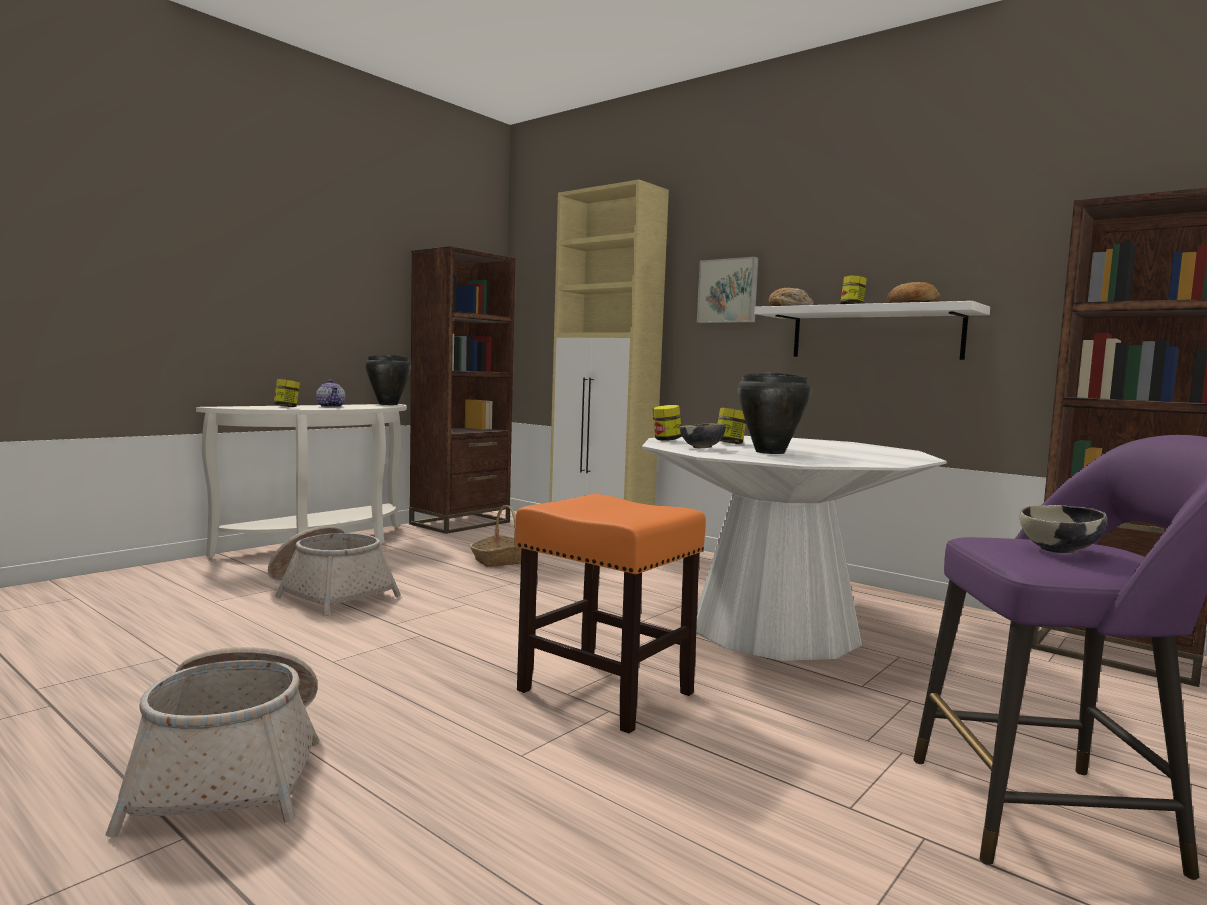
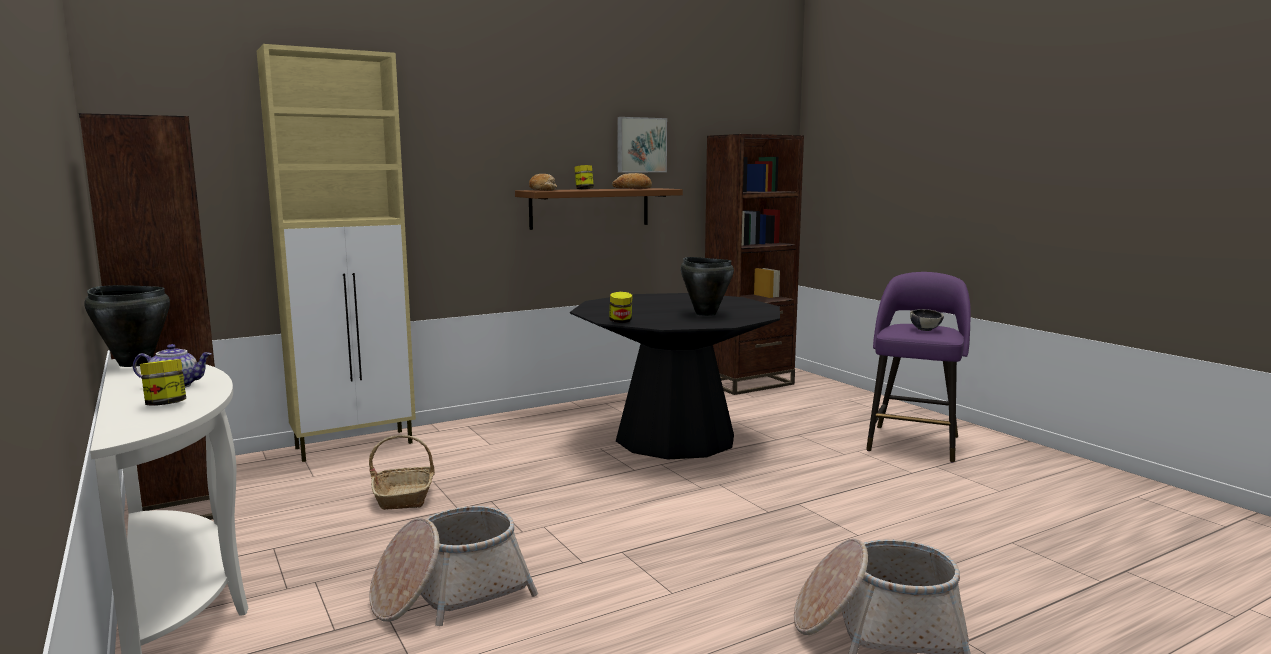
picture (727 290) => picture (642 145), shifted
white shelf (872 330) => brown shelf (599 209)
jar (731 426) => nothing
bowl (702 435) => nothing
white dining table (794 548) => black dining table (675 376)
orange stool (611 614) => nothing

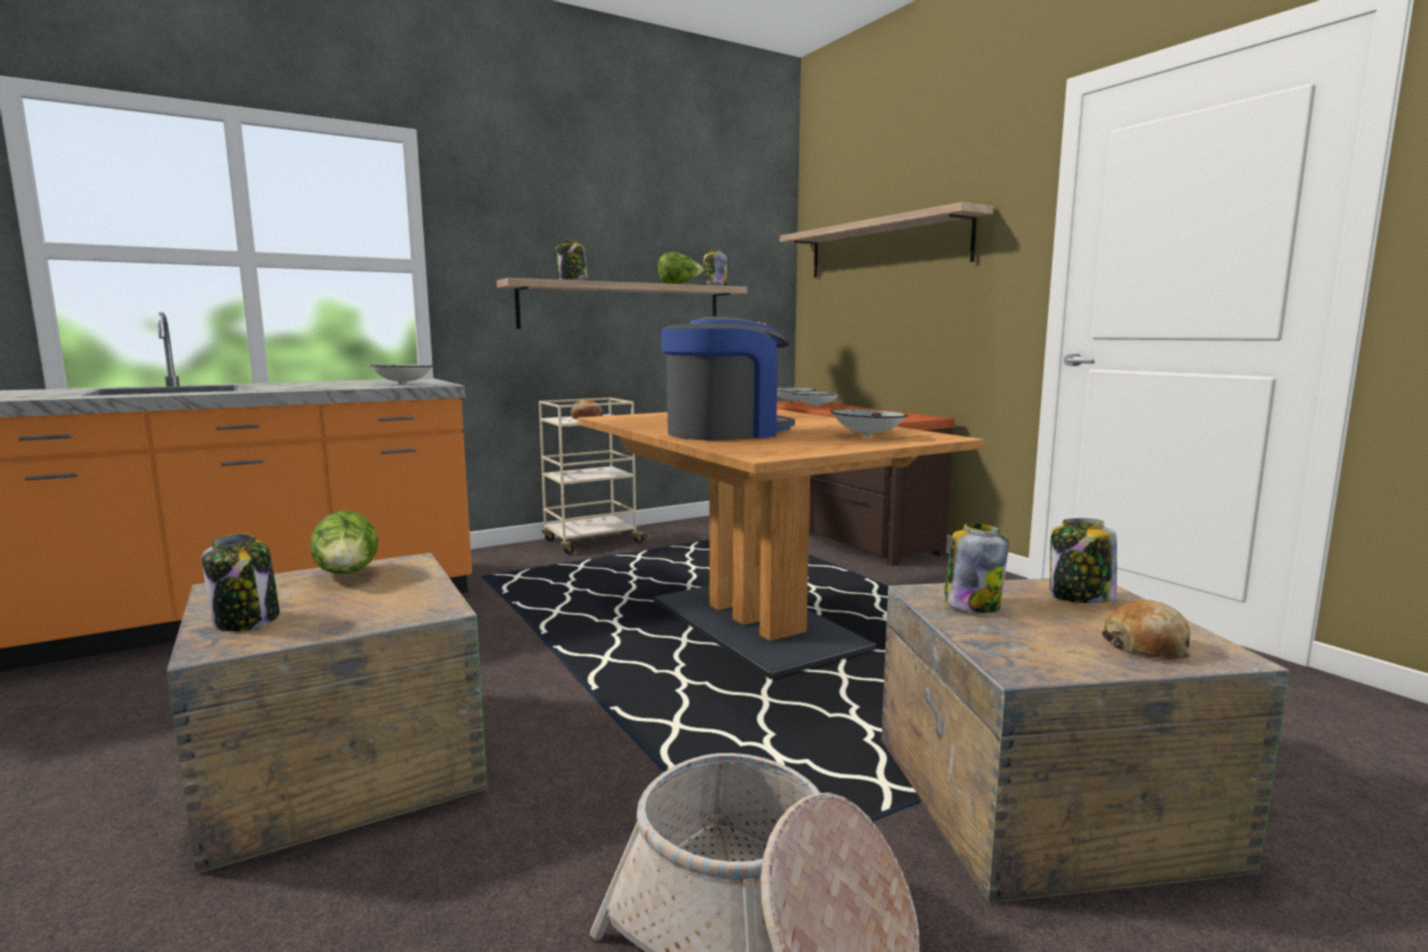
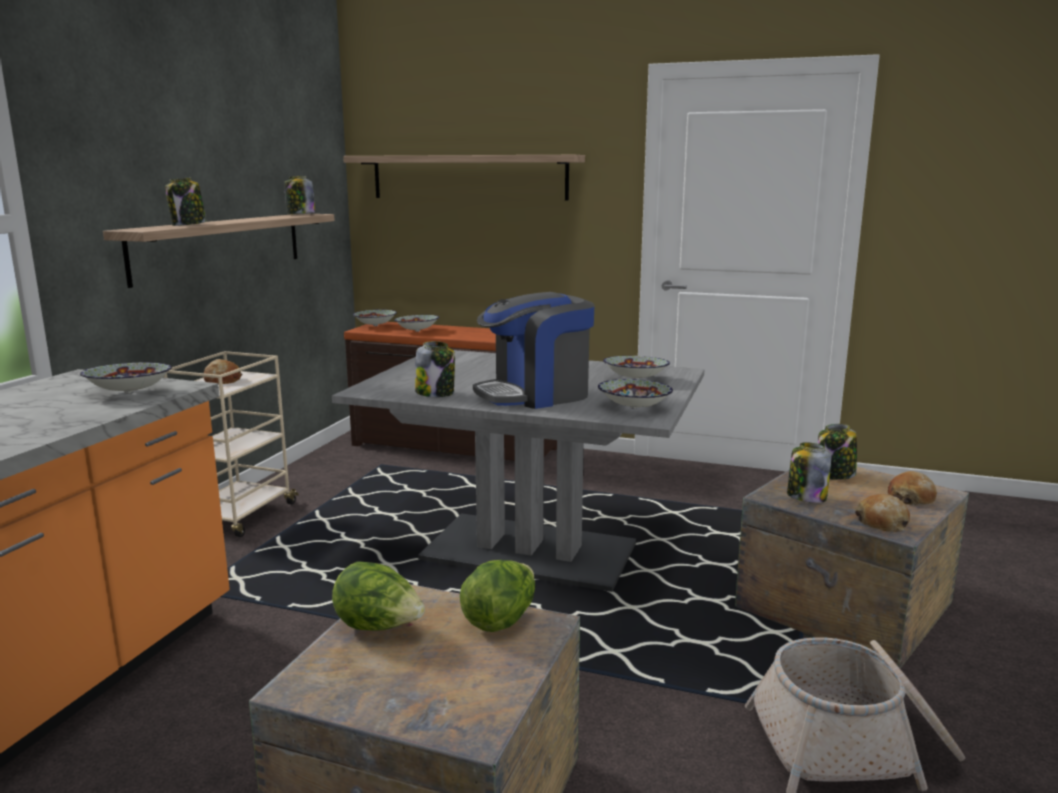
lettuce (680 268) => lettuce (497 596), shifted
coffee machine (728 378) => coffee machine (534 350), 135 degrees counterclockwise
brown dining table (781 544) => grey dining table (518 471)
jar (241 582) => jar (435 369), shifted
nothing => bowl (635 394)
nothing => bread (882 513)

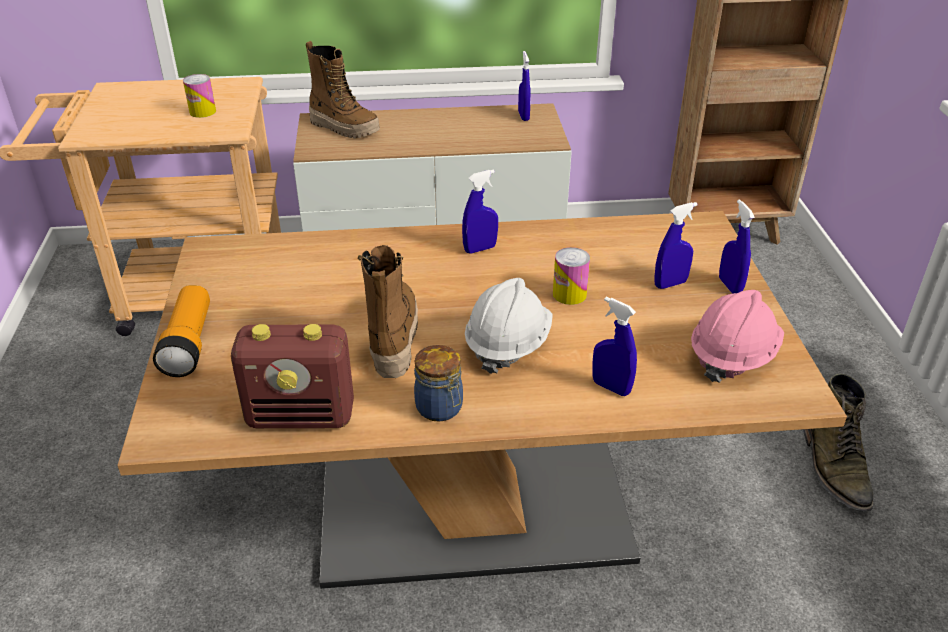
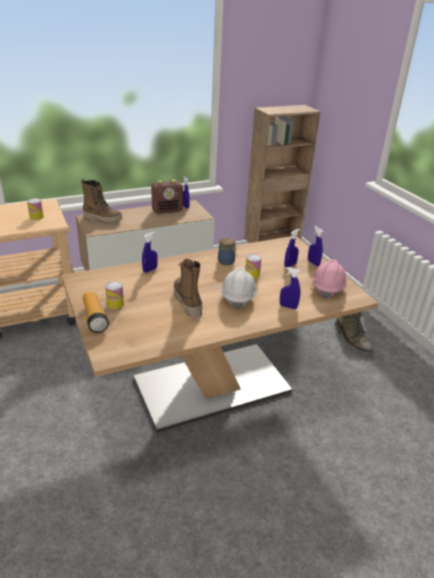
blue spray bottle (480 211) => blue spray bottle (150 252), shifted
radio (292 376) => radio (167 197), shifted
jar (438 383) => jar (227 251), shifted
nothing => can (114 295)

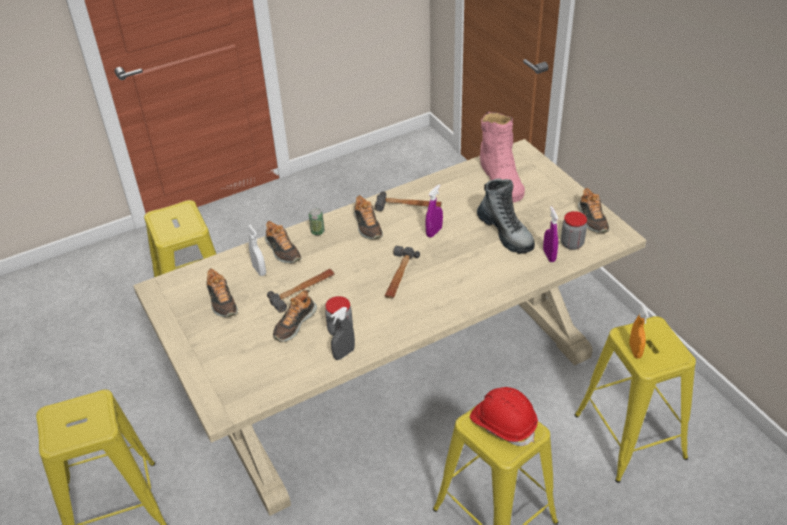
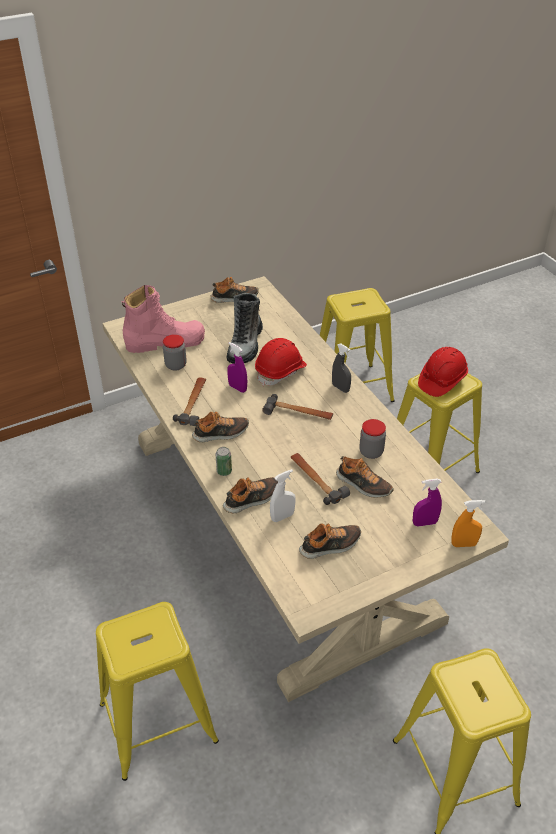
boot (506 216) => boot (245 328), 135 degrees clockwise
purple spray bottle (550 234) => purple spray bottle (427 503), shifted
jar (574 230) => jar (175 352), shifted
orange spray bottle (639 331) => orange spray bottle (468 523), shifted
grey spray bottle (343 333) => grey spray bottle (341 368), shifted
nothing => red hard hat (281 362)

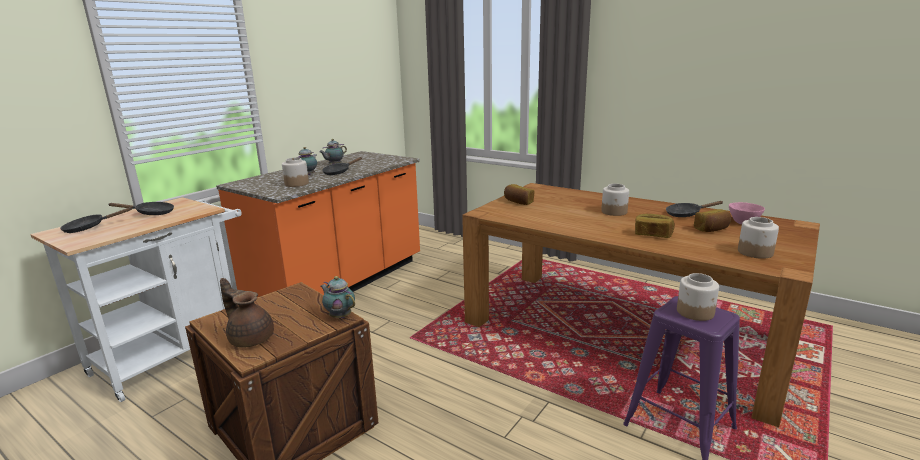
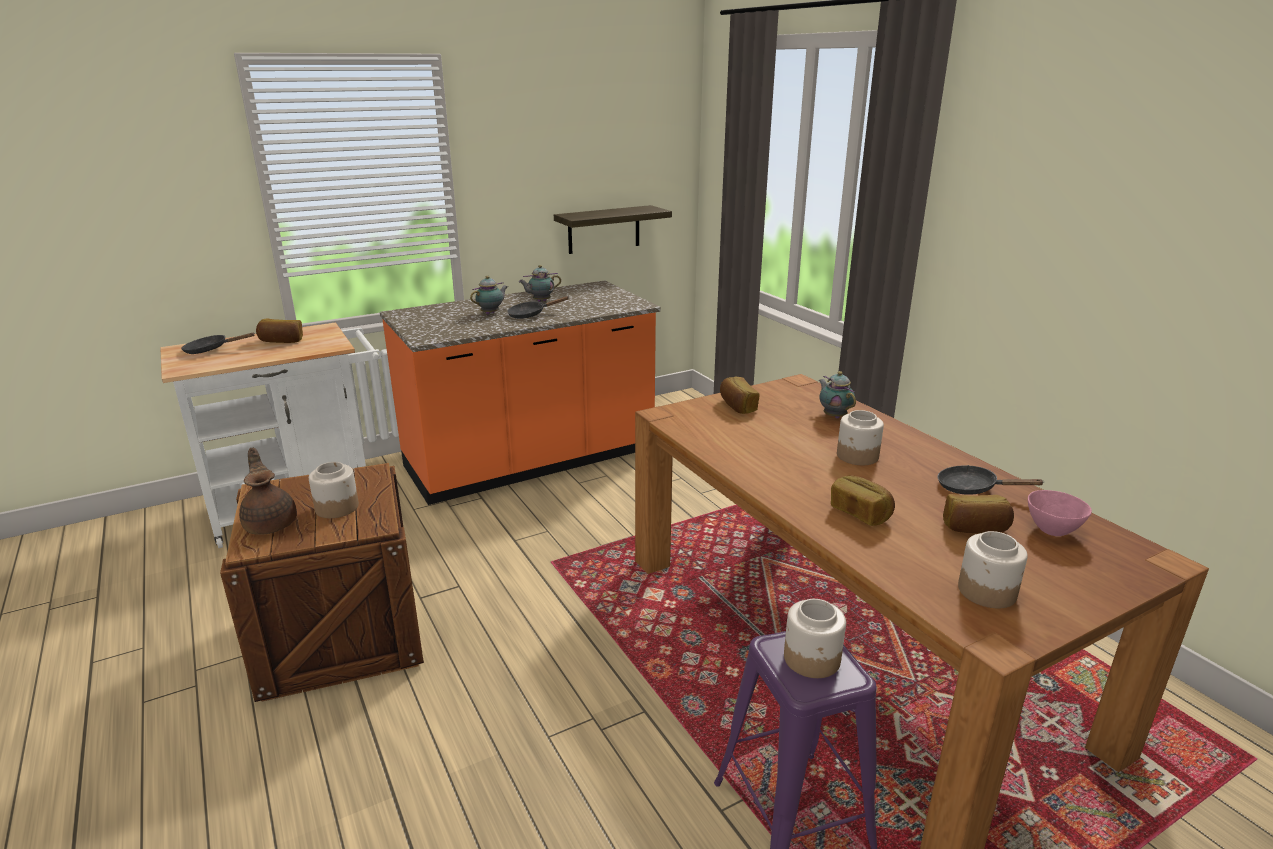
jar (295 172) => jar (334 490), shifted
black frying pan (141 208) => bread (279 331)
teapot (338 297) => teapot (837 394), shifted
nothing => shelf (613 229)

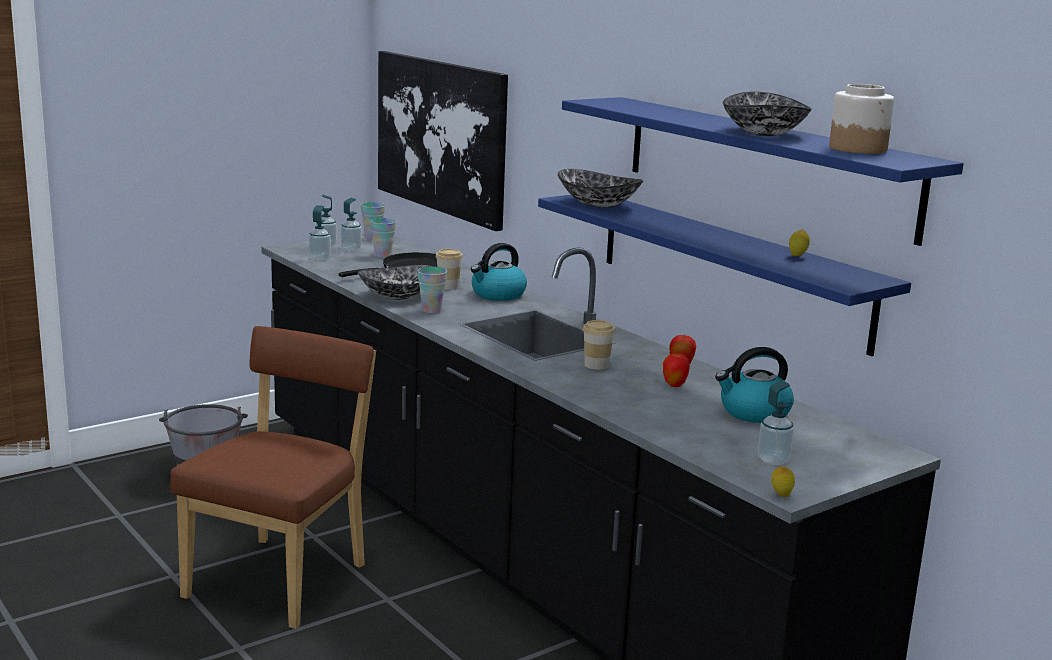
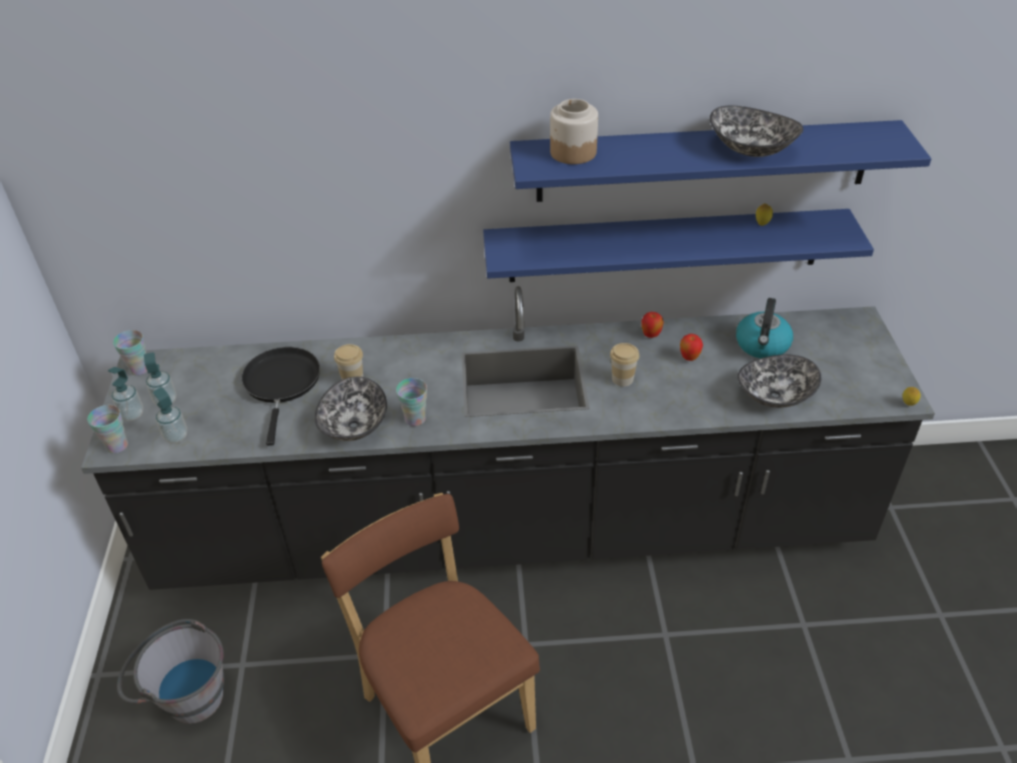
picture (443 141) => nothing
jar (861 119) => jar (574 131), shifted
bowl (600 188) => bowl (779 381), shifted
cup (383 238) => cup (107 429), shifted
kettle (499 272) => nothing
soap dispenser (776 423) => nothing

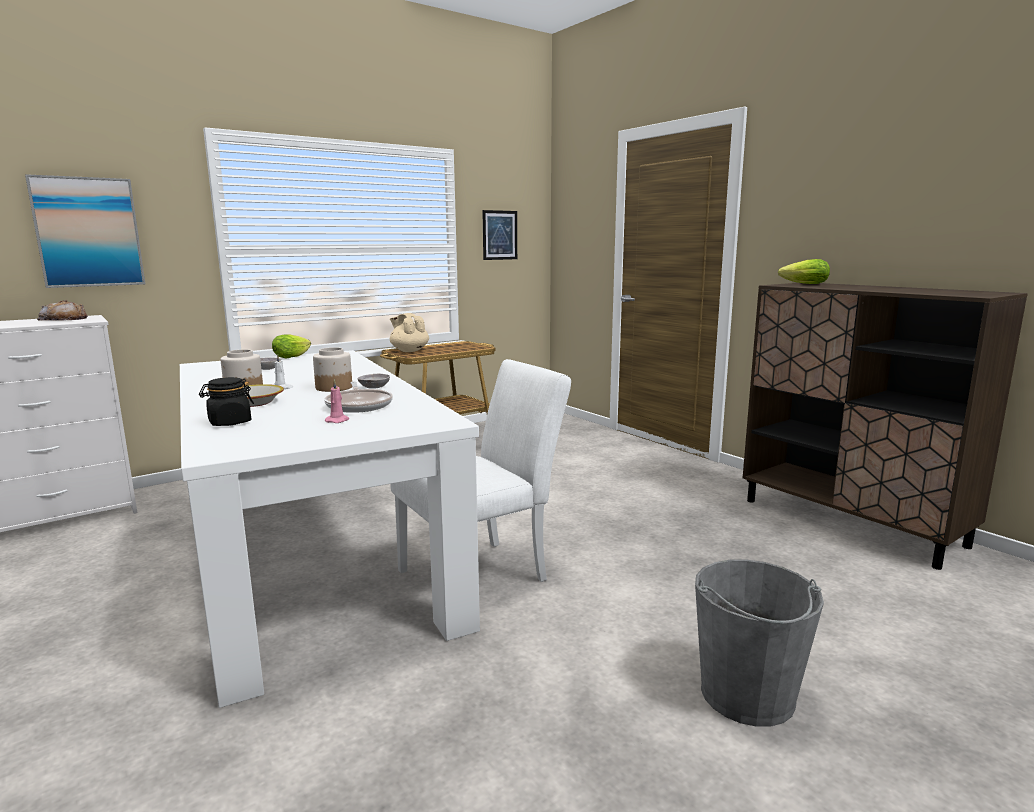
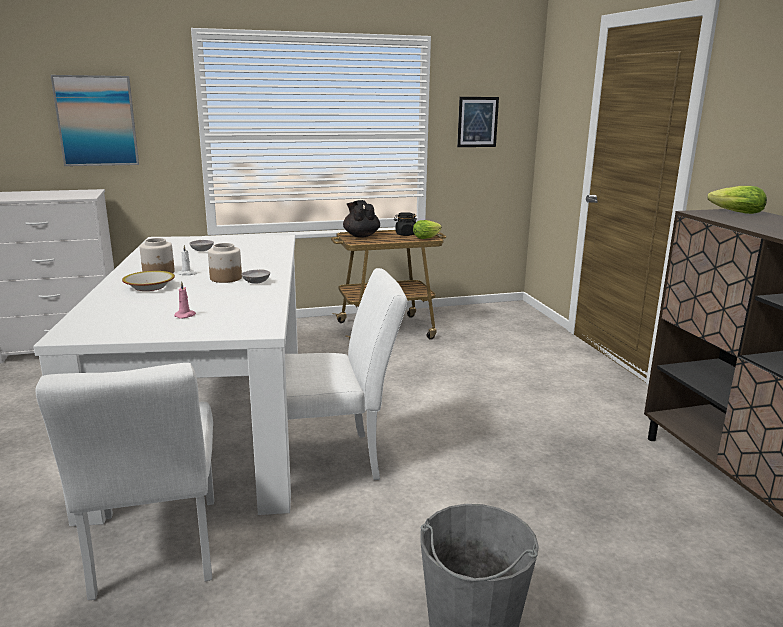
bread (62 310) => nothing
beige teapot (409 332) => black teapot (361 219)
lettuce (291 346) => lettuce (427 229), shifted
black jar (226 401) => black jar (405 224), shifted
frying pan (358 397) => nothing
nothing => white chair (124 481)

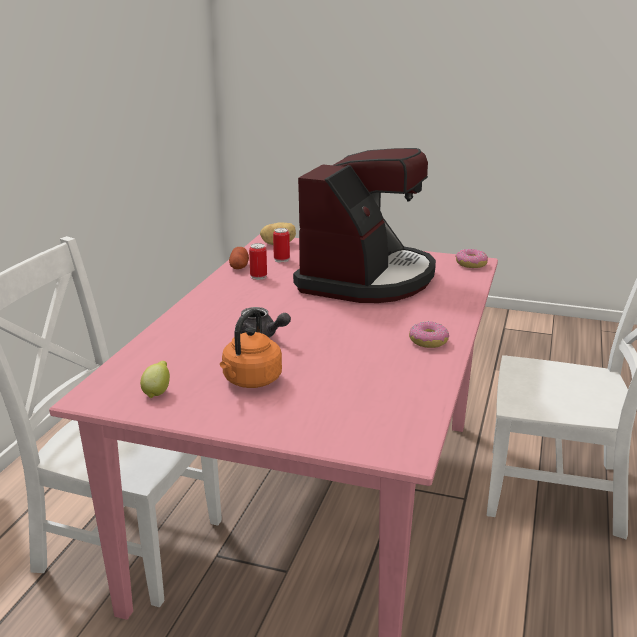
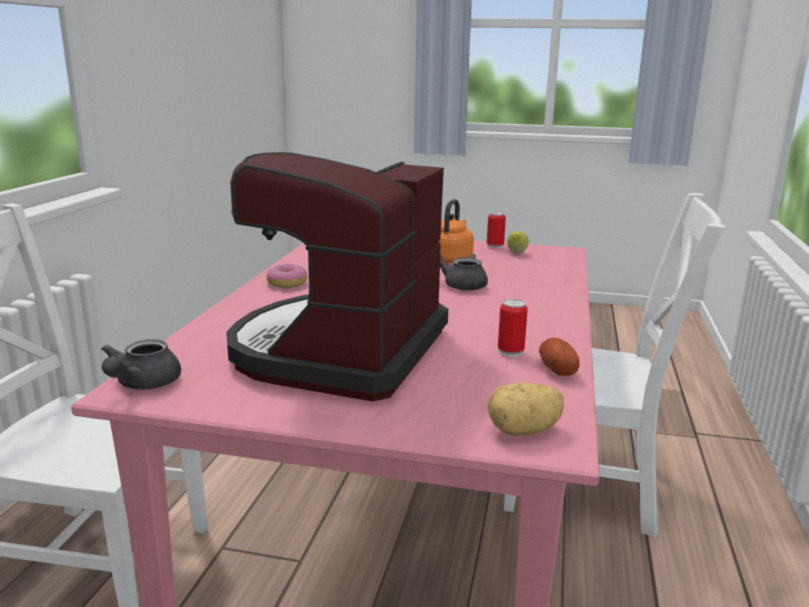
can (281 245) => can (496 230), shifted
donut (471 258) => grey teapot (141 364)

